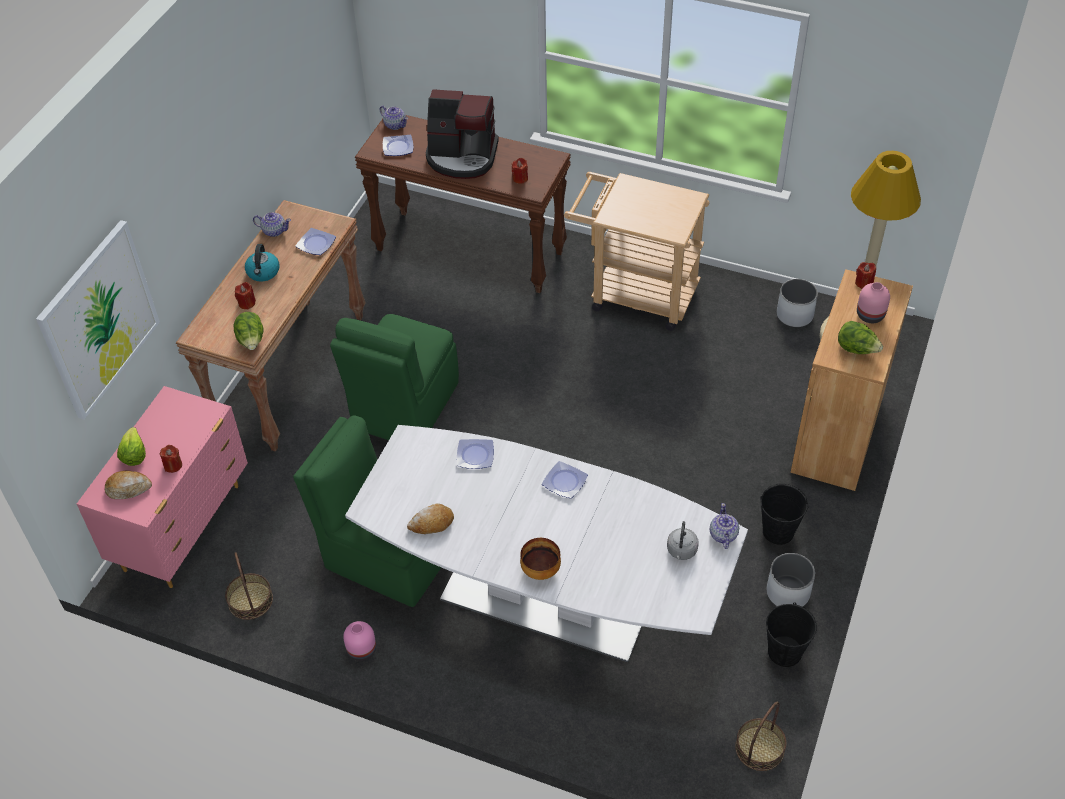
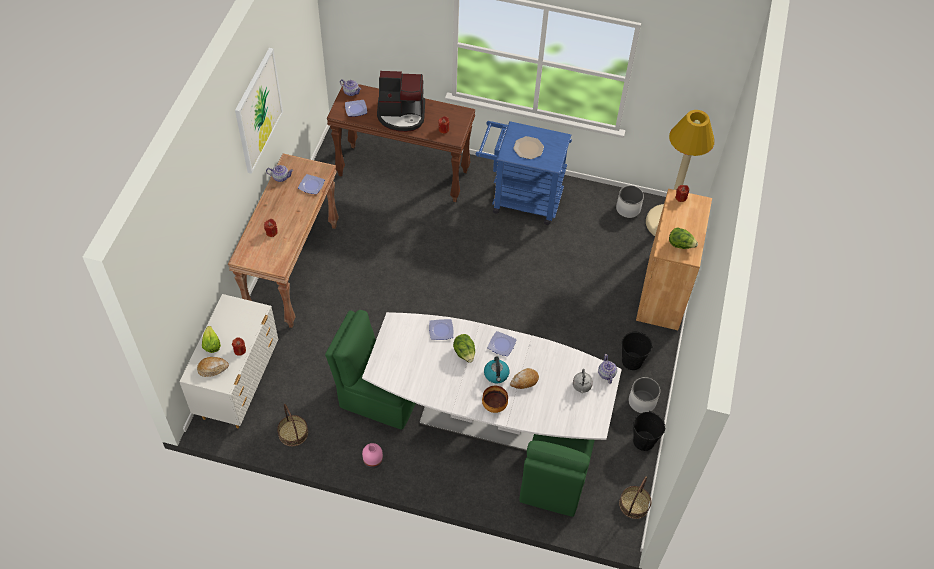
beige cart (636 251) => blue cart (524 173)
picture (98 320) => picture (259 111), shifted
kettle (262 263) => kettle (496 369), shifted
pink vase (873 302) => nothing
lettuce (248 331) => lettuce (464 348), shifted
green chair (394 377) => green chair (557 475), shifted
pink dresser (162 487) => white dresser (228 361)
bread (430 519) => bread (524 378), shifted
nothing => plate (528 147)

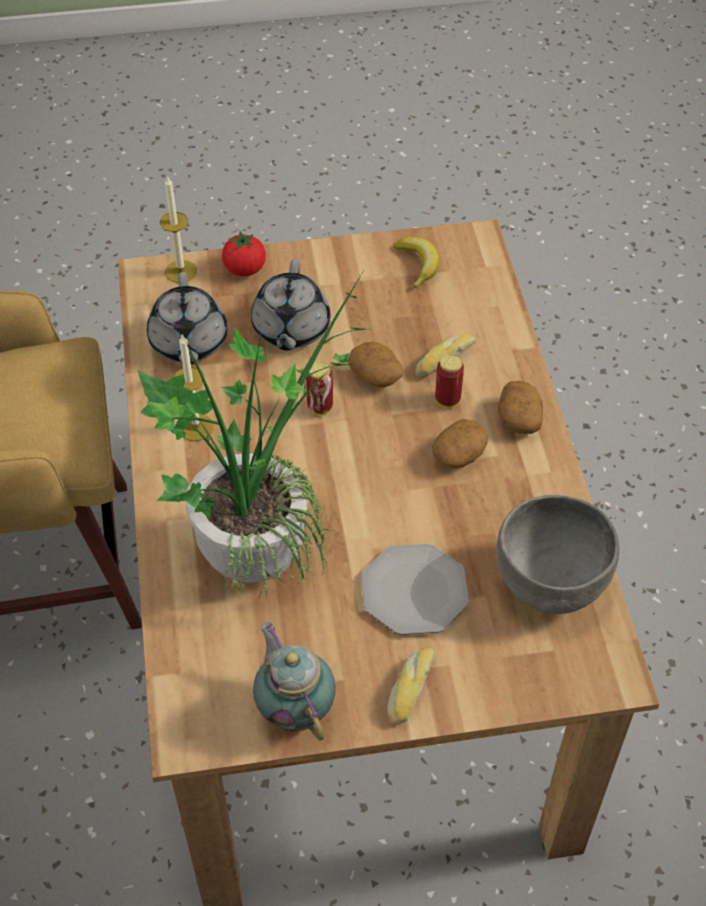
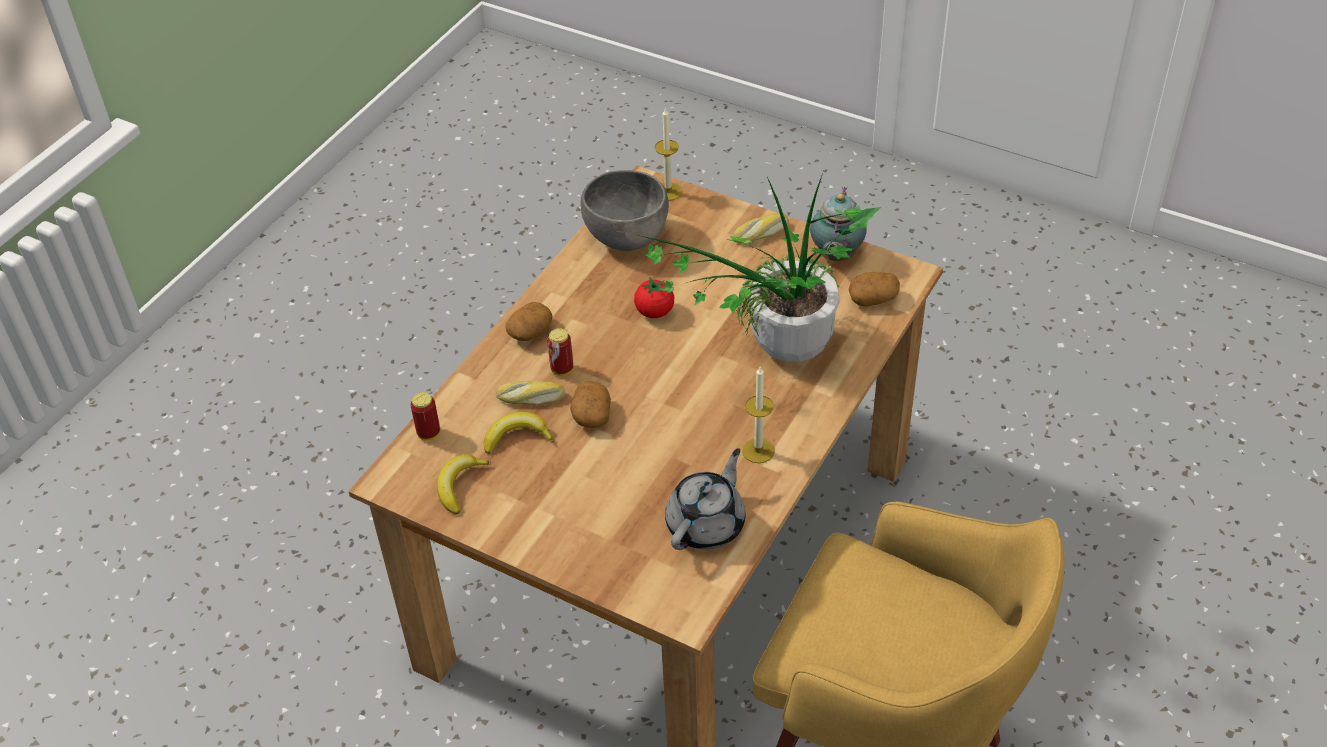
candle (178 229) => candle (668 154), shifted
tomato (244 253) => tomato (654 297), shifted
grey teapot (291 304) => nothing
can (319 388) => can (425 416), shifted
potato (460 444) => potato (874 289), shifted
plate (415 589) => nothing
nothing => banana (519 433)

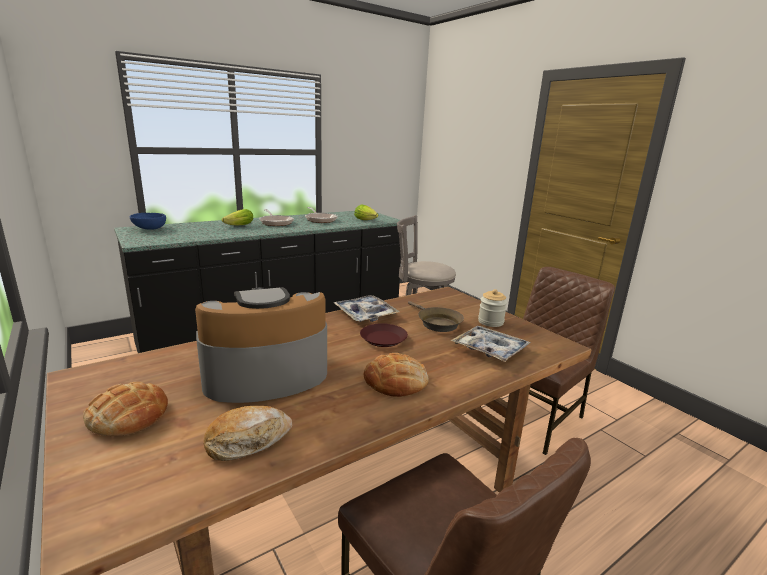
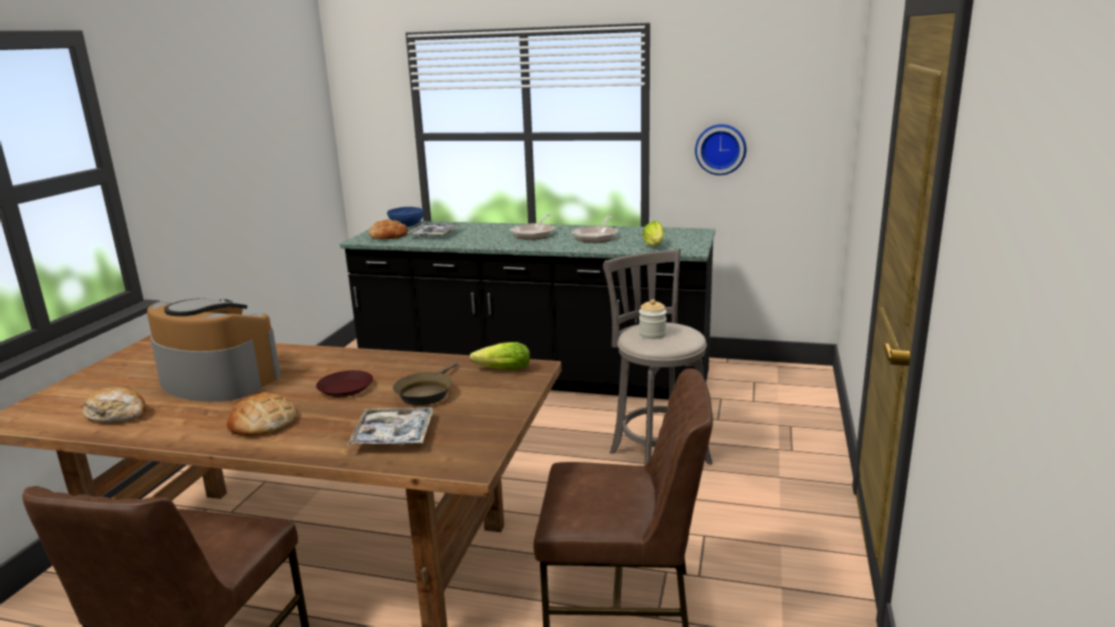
lettuce (237 217) => lettuce (500 356), shifted
jar (492 308) => jar (653 319), shifted
tray (367 308) => tray (434 230), shifted
bread (125 409) => bread (388 229), shifted
nothing => wall clock (720 149)

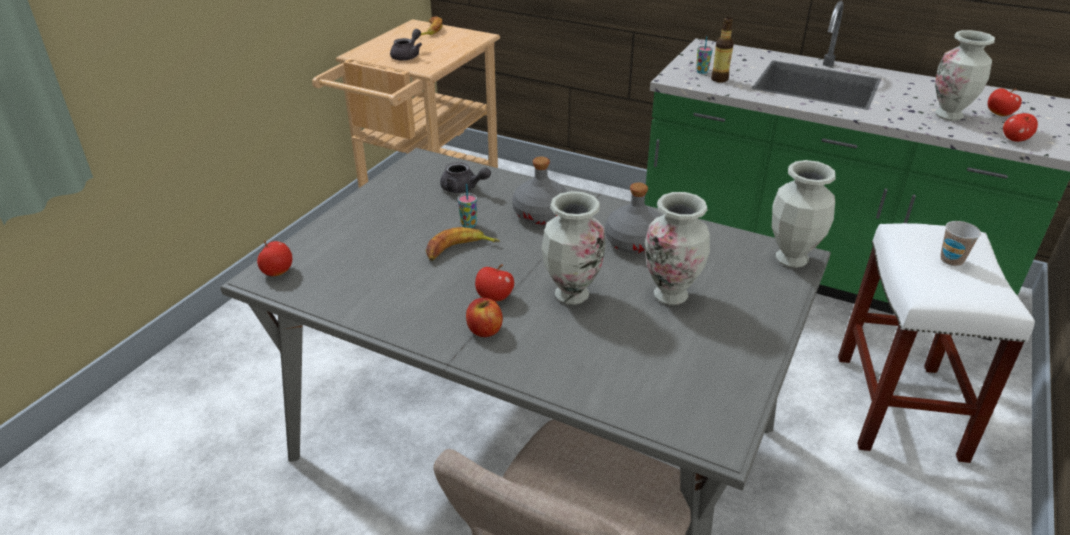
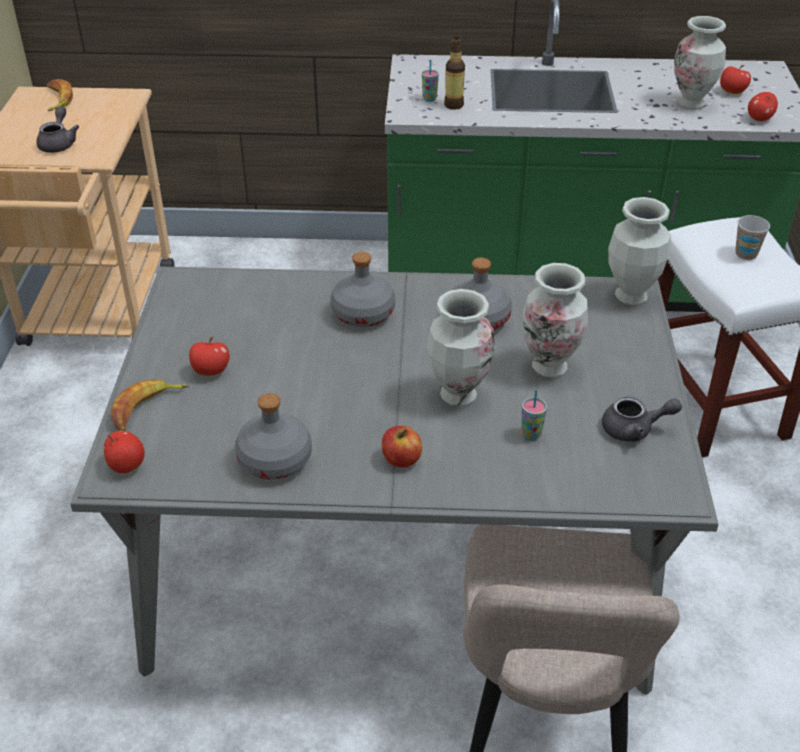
grey teapot (465 177) => grey teapot (642 419), shifted
cup (467 206) => cup (534 415), shifted
banana (463 244) => banana (150 405), shifted
apple (494 283) => apple (209 356), shifted
nothing => grey bottle (273 436)

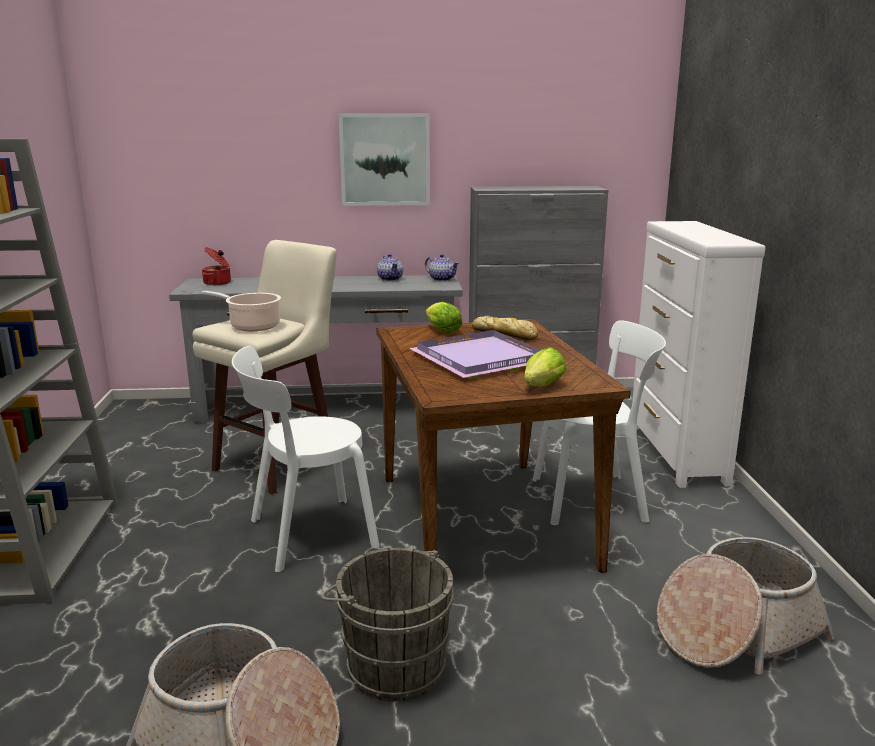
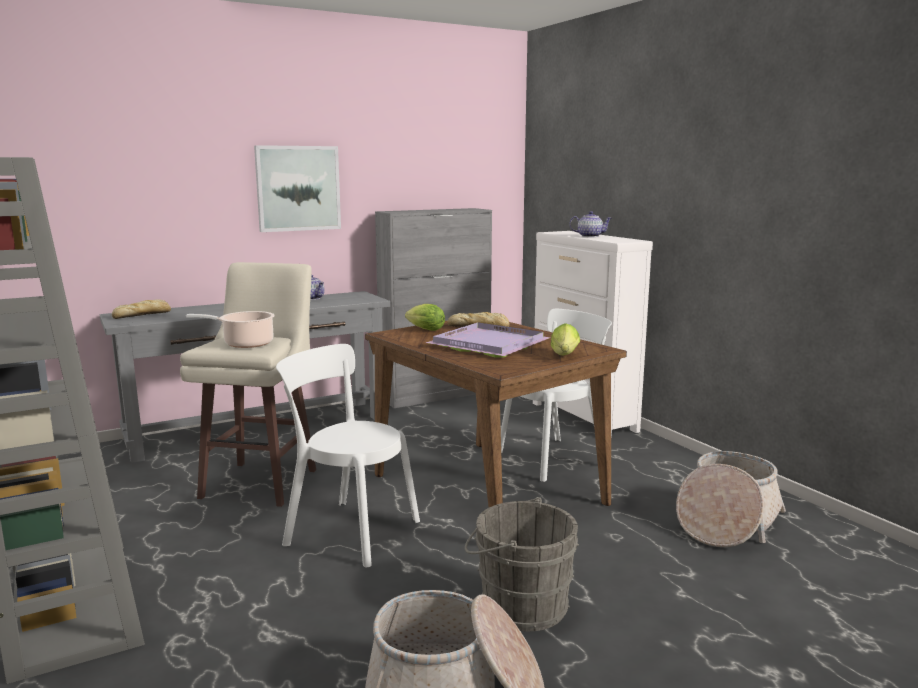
cooking pot (216 266) => bread (141 309)
teapot (442 267) => teapot (590 224), shifted
white chair (305 459) => white chair (348 456), 75 degrees clockwise

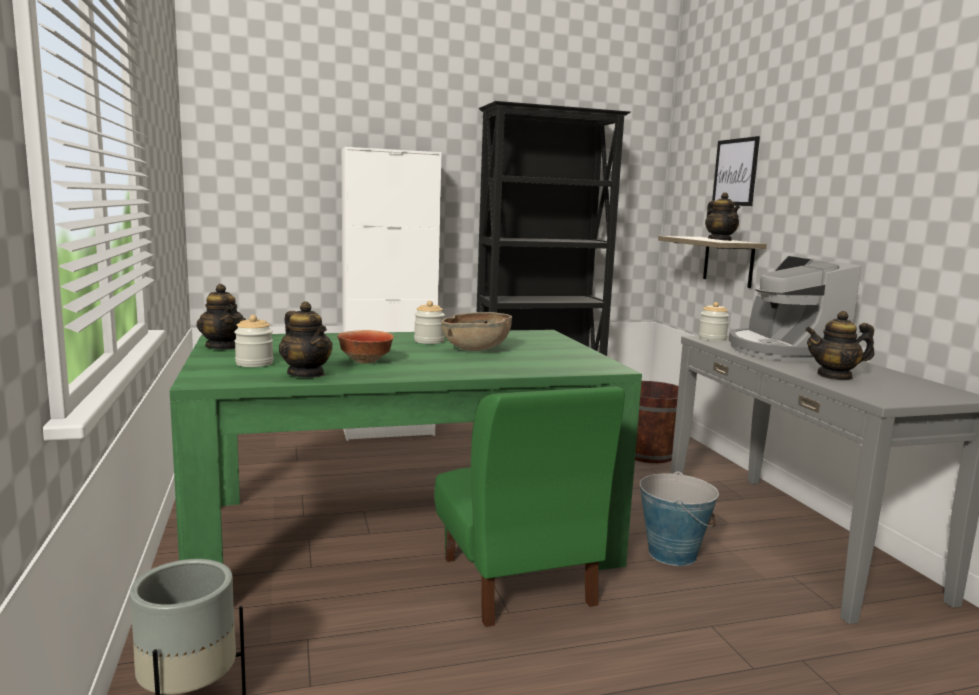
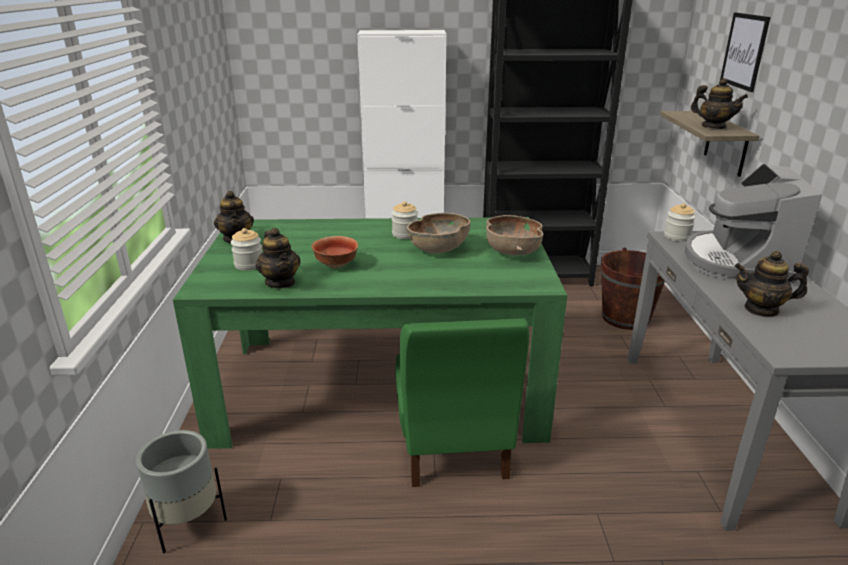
teapot (722 216) => teapot (719 103), 45 degrees counterclockwise
bucket (679 518) => nothing
nothing => brown bowl (514 235)

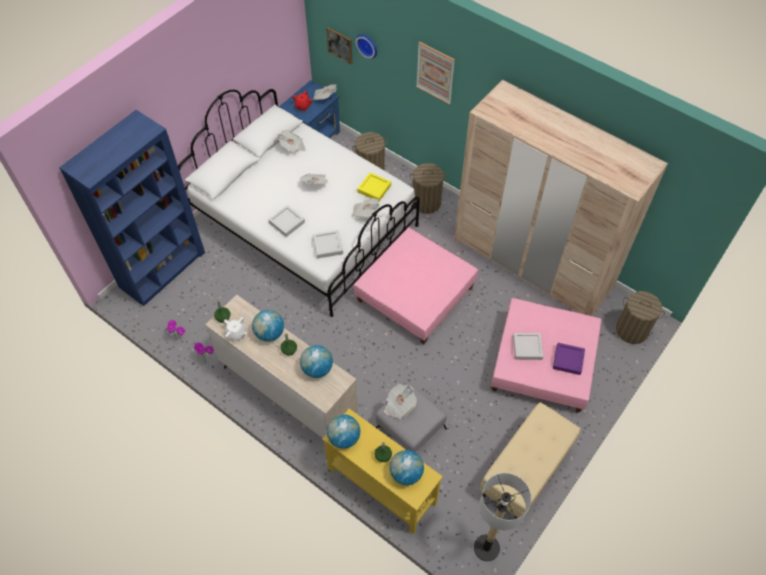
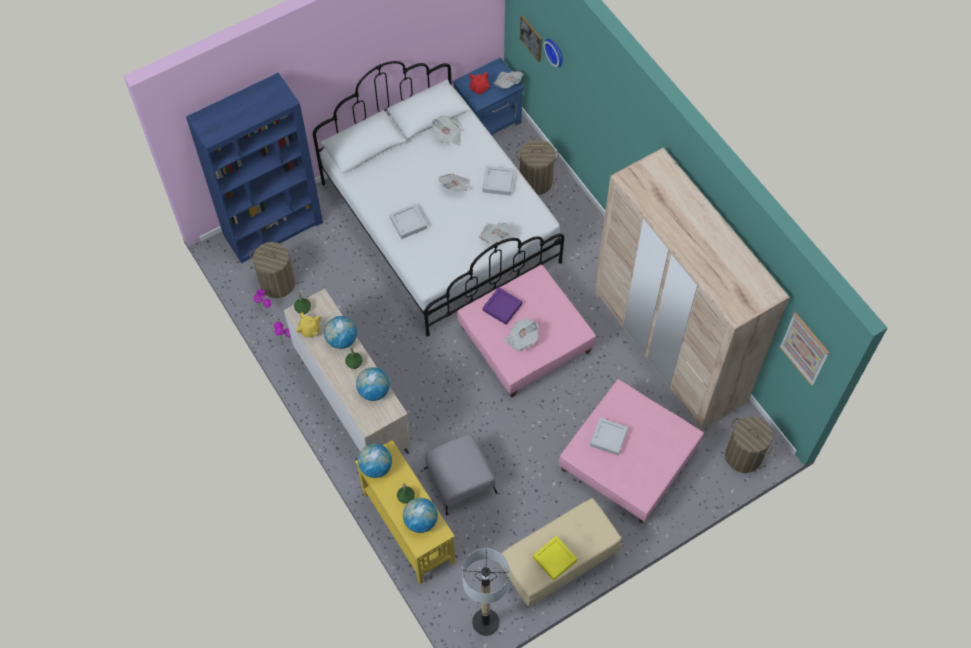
picture (435 73) => picture (804 349), shifted
laundry basket (428 188) => laundry basket (272 270), shifted
yellow tray (374 187) => yellow tray (555 558), shifted
grey tray (328 244) => grey tray (498 180), shifted
white teapot (235 329) => yellow teapot (308 325)
purple tray (569 359) => purple tray (502 306), shifted
newspaper (400 402) => newspaper (521 335), shifted

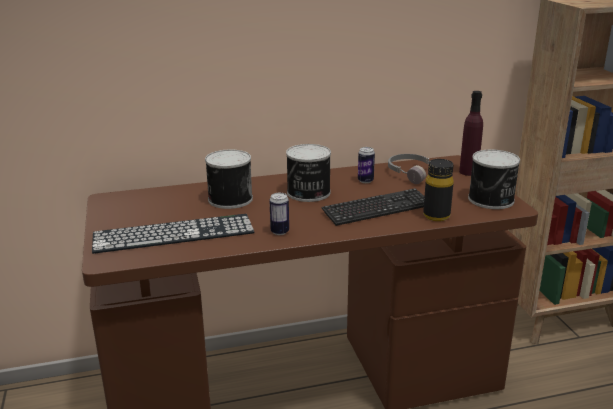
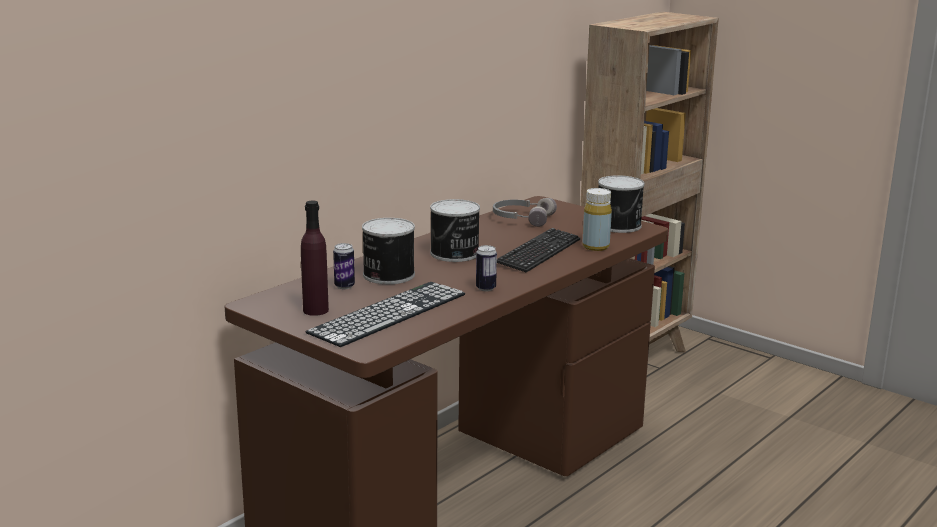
purple bottle (471 133) => purple bottle (315 258), shifted
can (366 165) => can (344 266), shifted
black bottle (438 190) => yellow bottle (597 219)

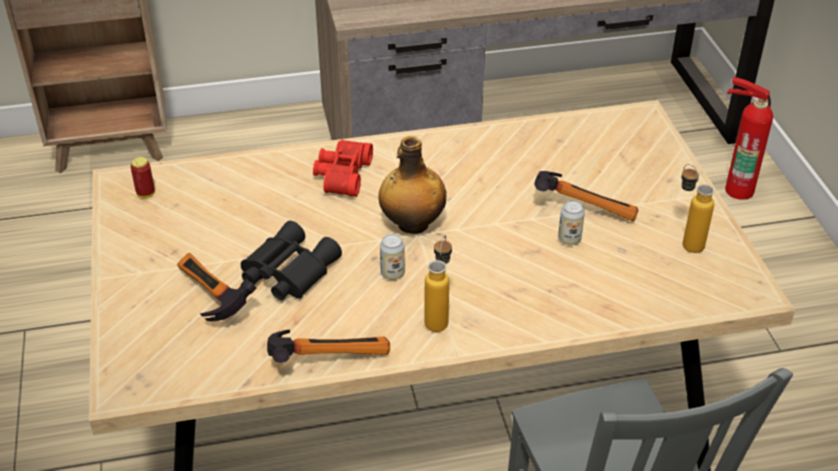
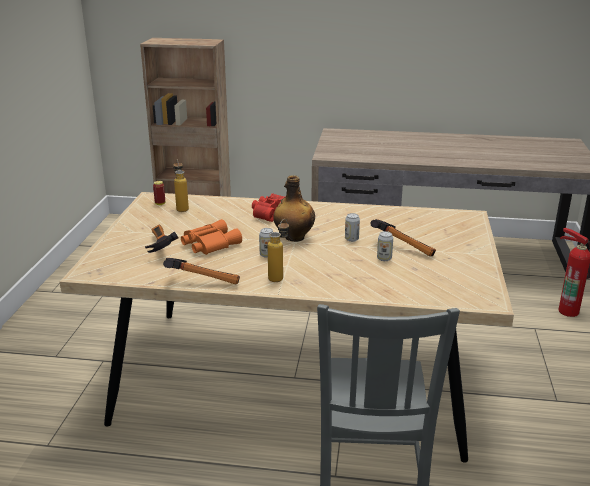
bottle (698 208) => bottle (181 185), shifted
black binoculars (291 260) => orange binoculars (211 237)
nothing => can (352 227)

